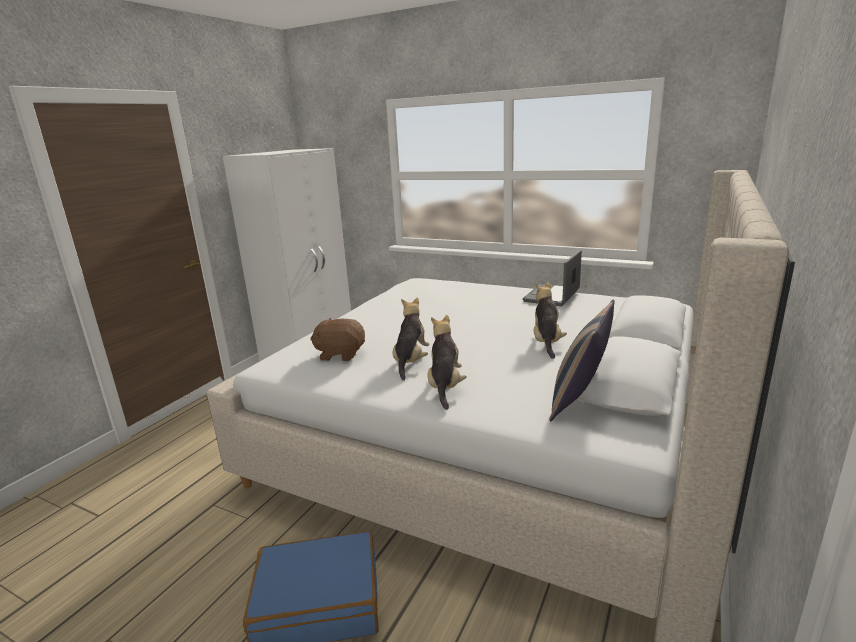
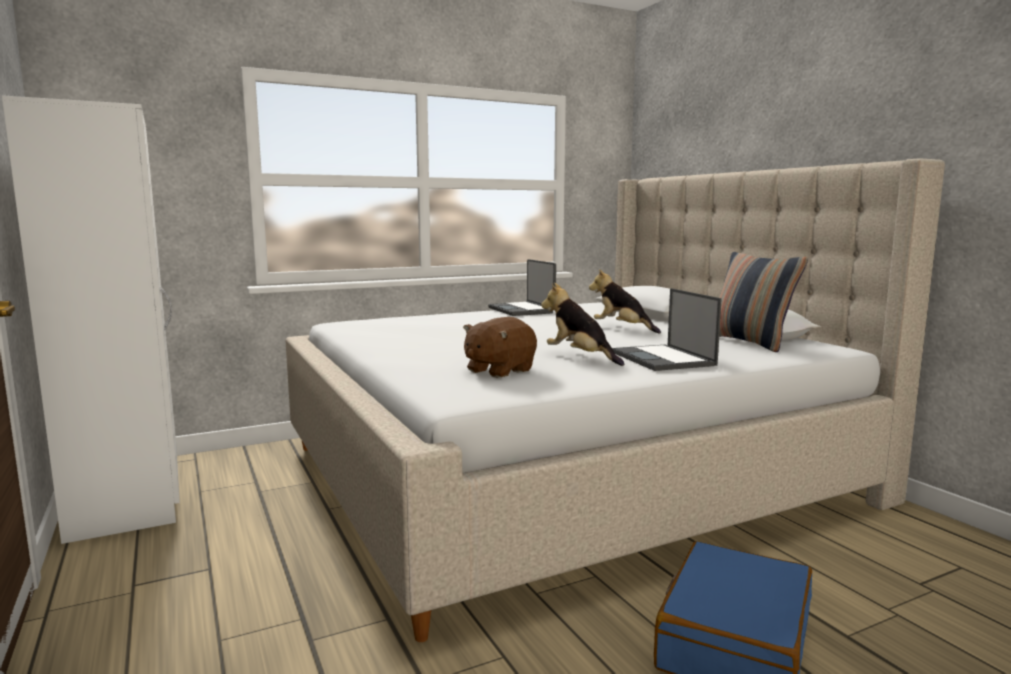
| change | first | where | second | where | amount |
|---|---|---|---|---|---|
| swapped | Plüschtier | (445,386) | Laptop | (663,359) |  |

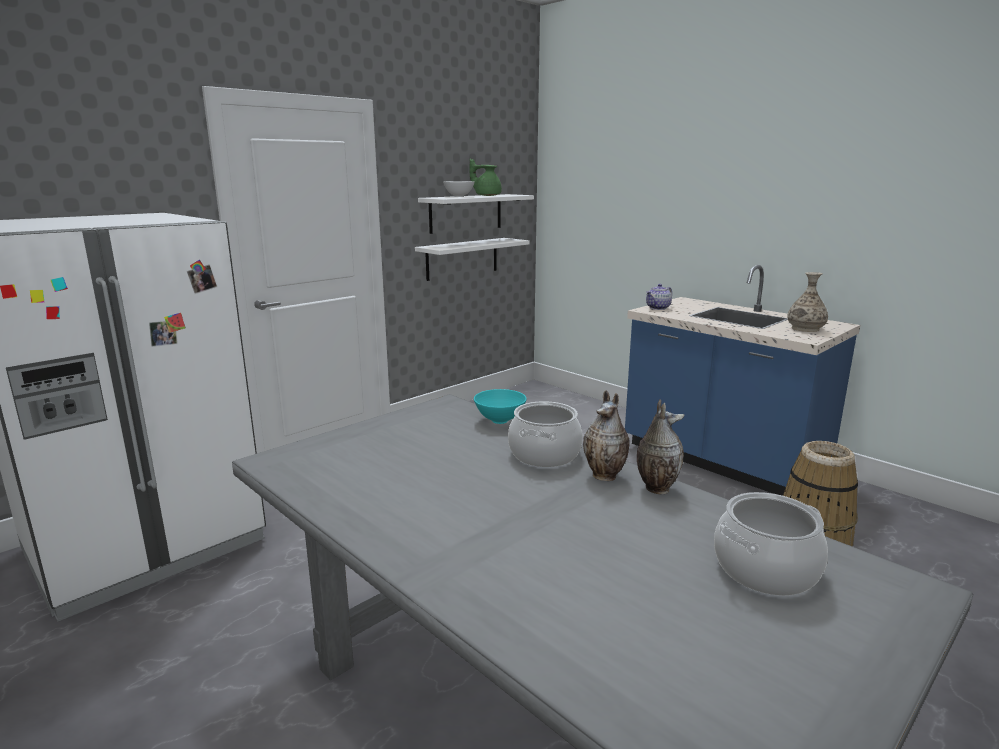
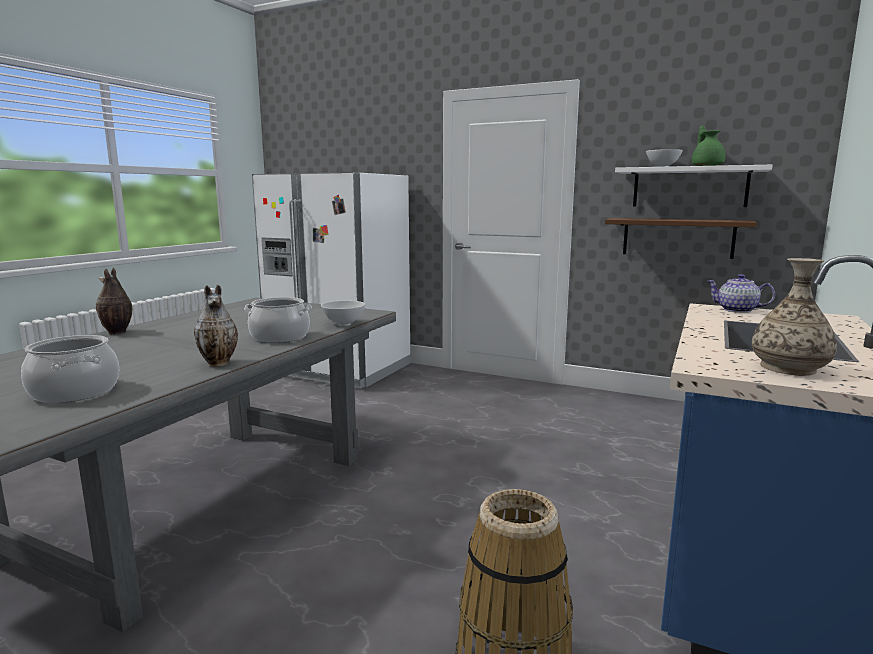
| change | first | where | second | where | amount |
|---|---|---|---|---|---|
| repainted | Wandregal/weiß | (462,258) | Wandregal/braun | (677,237) |  |
| repainted | Schüssel/türkis | (500,420) | Schüssel/weiß | (344,324) |  |
| shifted | Vase | (606,476) |  | (117,332) |  |

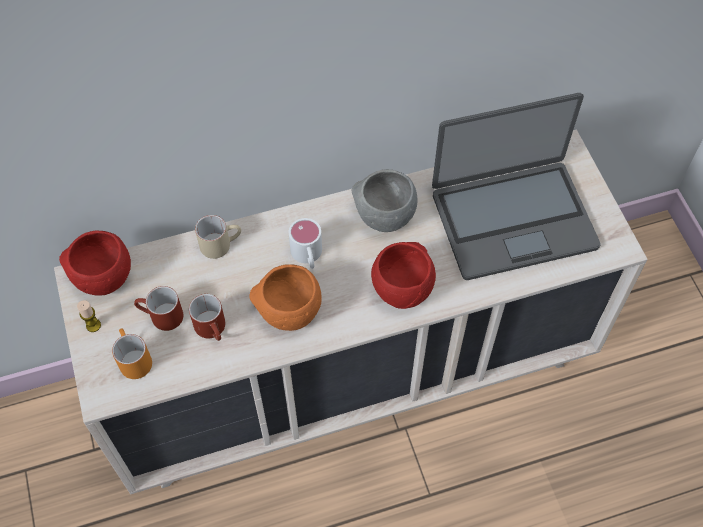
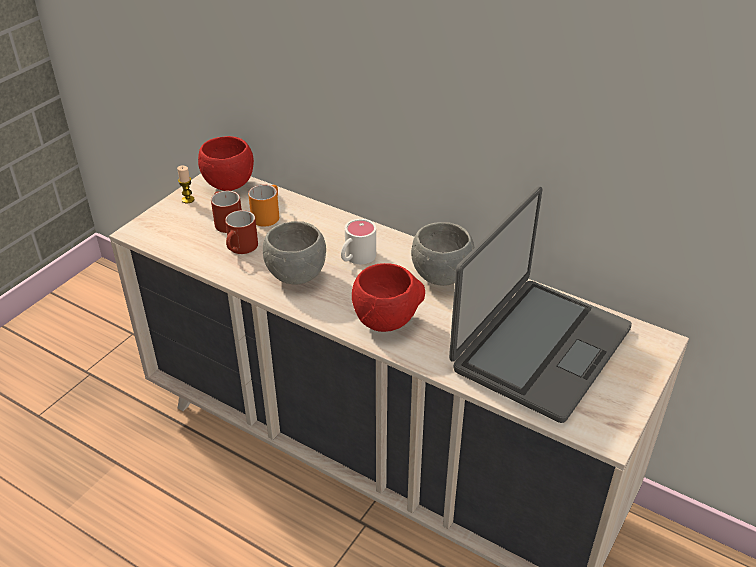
| change | first | where | second | where | amount |
|---|---|---|---|---|---|
| rotated | Laptop | (512,219) |  | (539,348) | 90 degrees counterclockwise |
| gone | Henkelbecher/beige | (221,243) |  |  |  |
| repainted | Schüssel/orange | (289,313) | Schüssel/grau | (296,276) |  |
| shifted | Henkelbecher/orange | (132,359) |  | (267,215) |  |

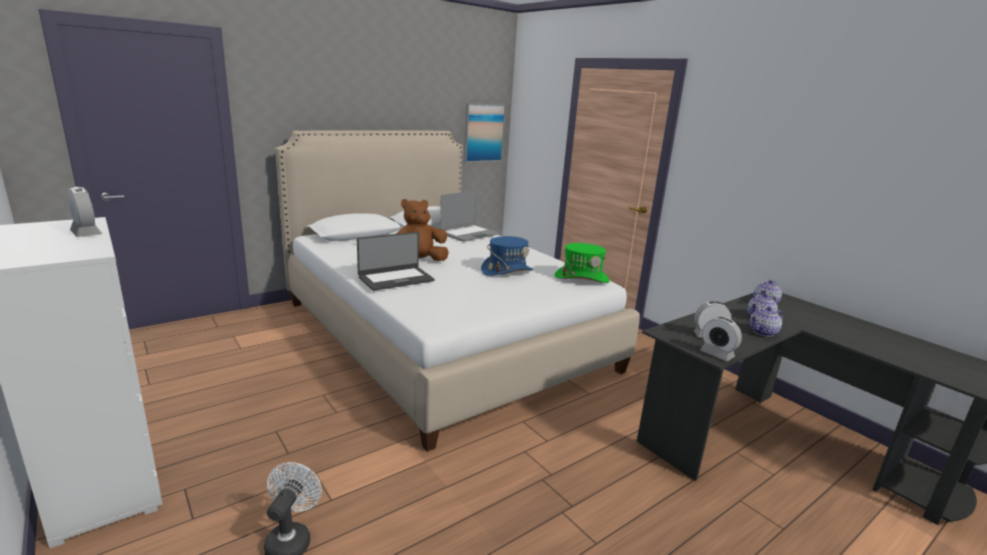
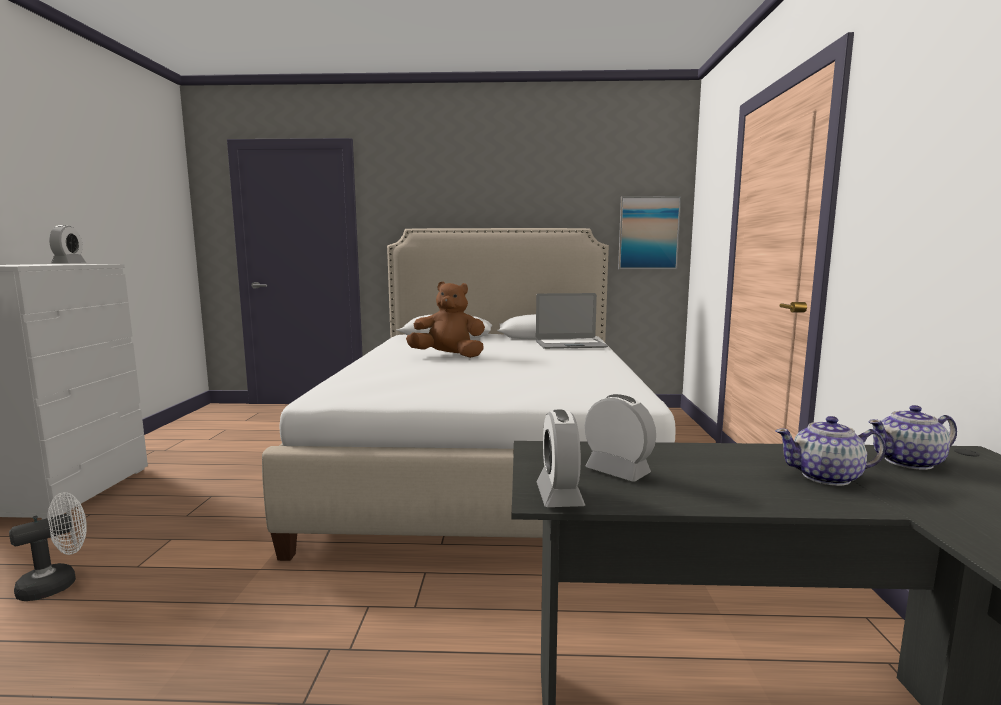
| change | first | where | second | where | amount |
|---|---|---|---|---|---|
| gone | Laptop | (395,279) |  |  |  |
| gone | Hut/blau | (507,271) |  |  |  |
| gone | Hut/grün | (581,278) |  |  |  |
| gone | Teekanne | (763,332) |  |  |  |

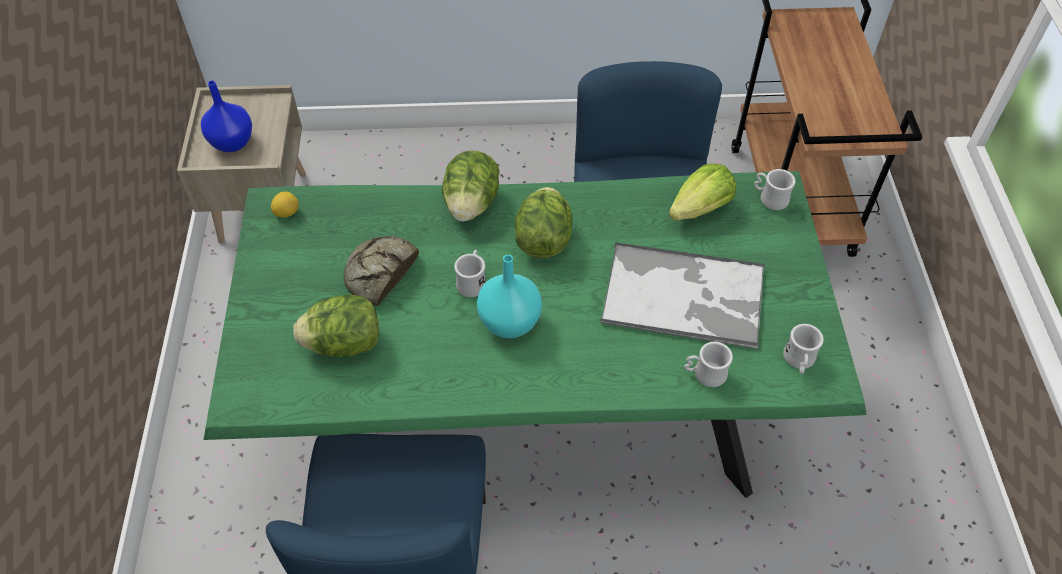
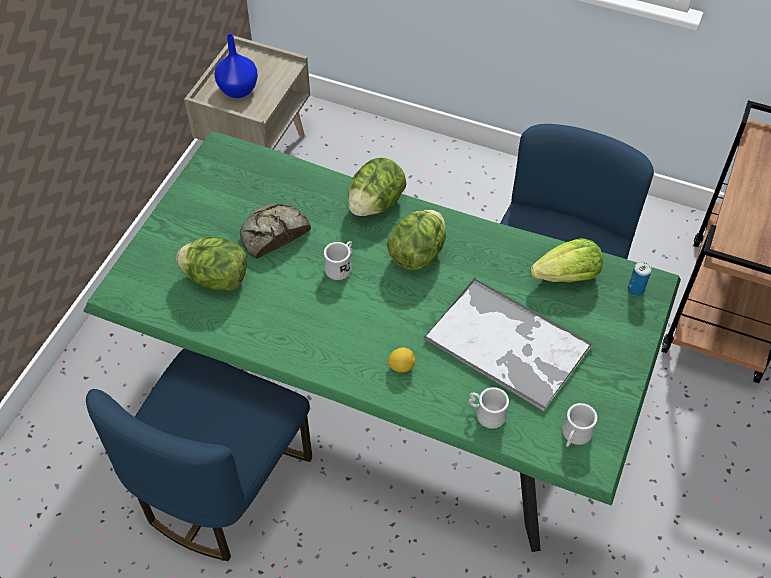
| change | first | where | second | where | amount |
|---|---|---|---|---|---|
| swapped | Henkelbecher/weiß | (769,198) | Dose | (635,290) |  |
| shifted | Zitrone | (287,213) |  | (401,366) |  |
| gone | Vase/türkis | (509,323) |  |  |  |

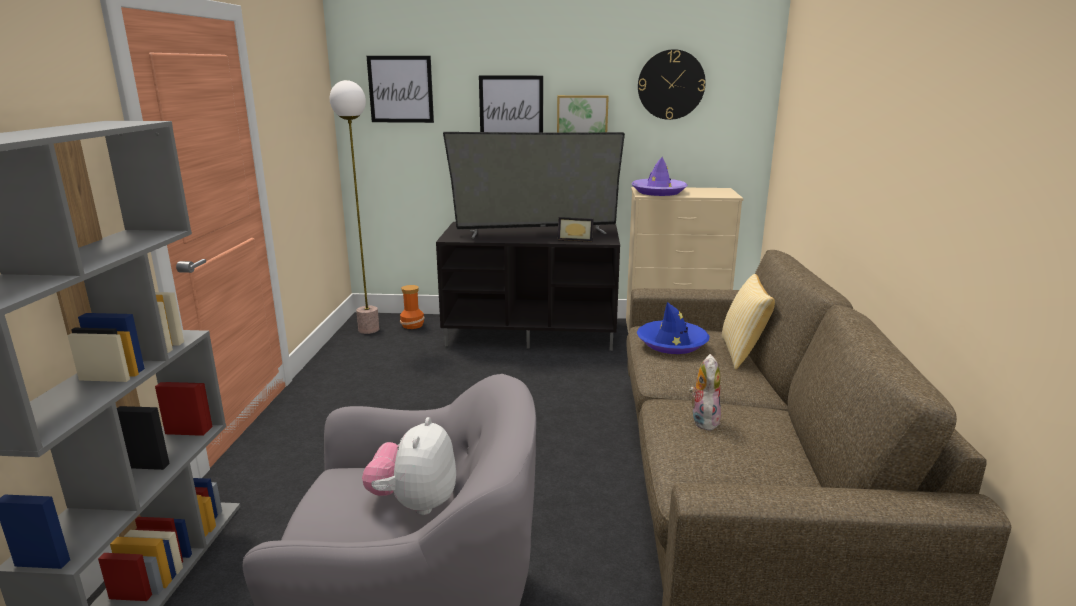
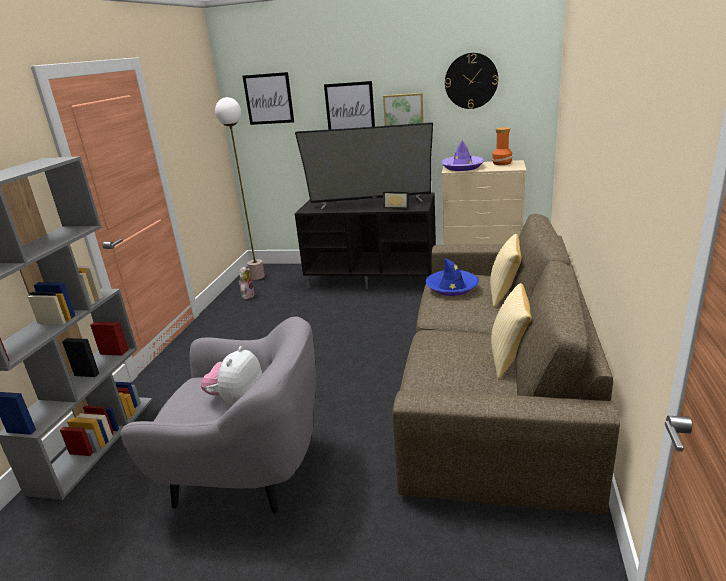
| change | first | where | second | where | amount |
|---|---|---|---|---|---|
| shifted | Vase | (413,325) |  | (502,163) |  |
| shifted | Plüschtier | (703,420) |  | (247,295) |  |
| new |  |  | Kissen | (509,359) |  |

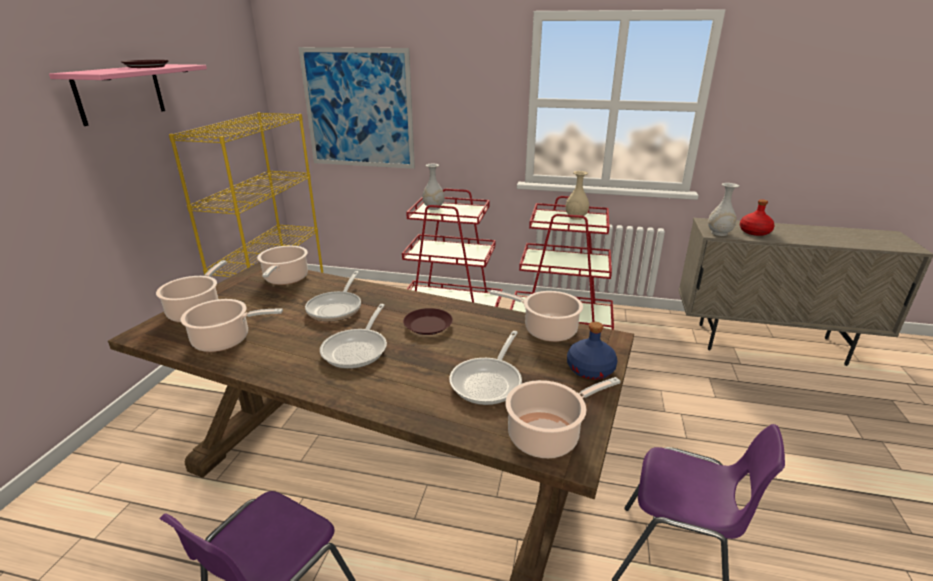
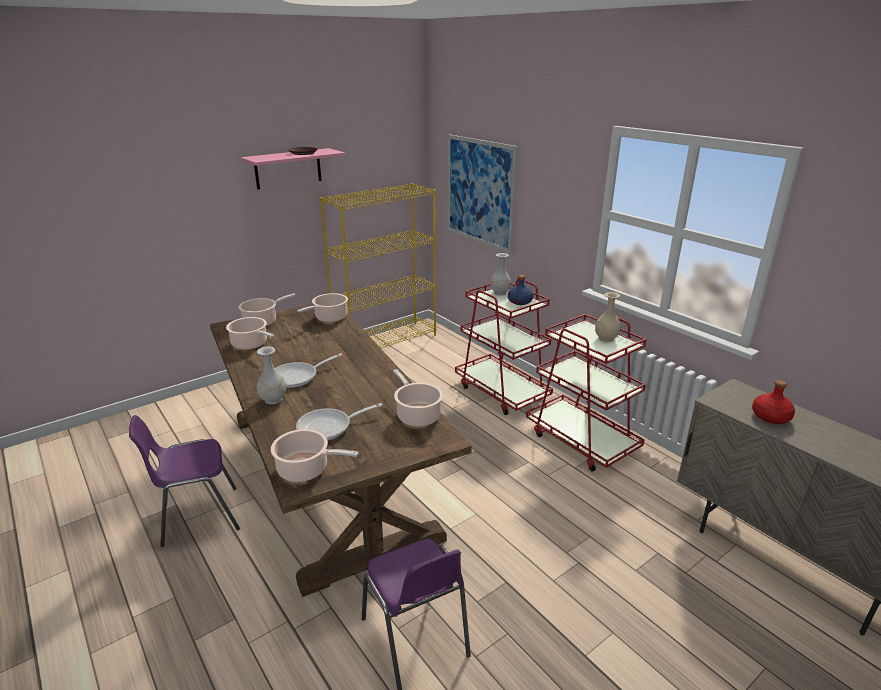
| change | first | where | second | where | amount |
|---|---|---|---|---|---|
| shifted | Vase/weiß | (719,233) |  | (273,400) |  |
| gone | Pfanne | (337,308) |  |  |  |
| gone | Teller/braun | (428,325) |  |  |  |
| shifted | Flasche/blau | (590,370) |  | (519,302) |  |

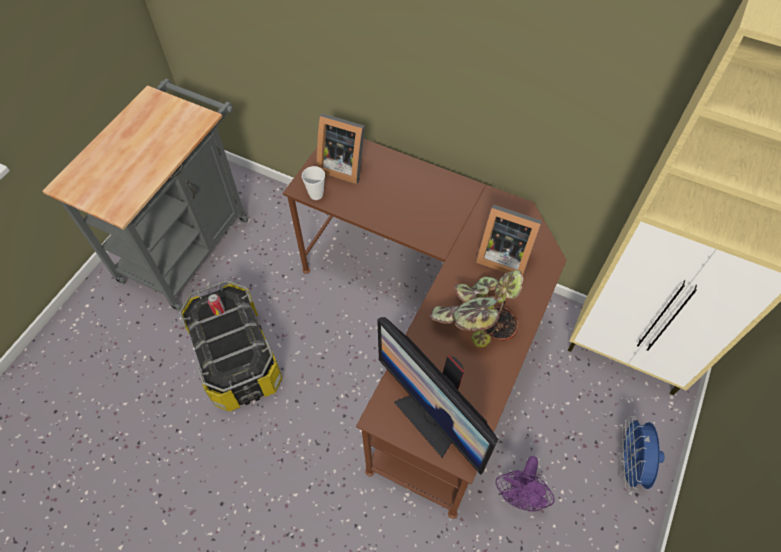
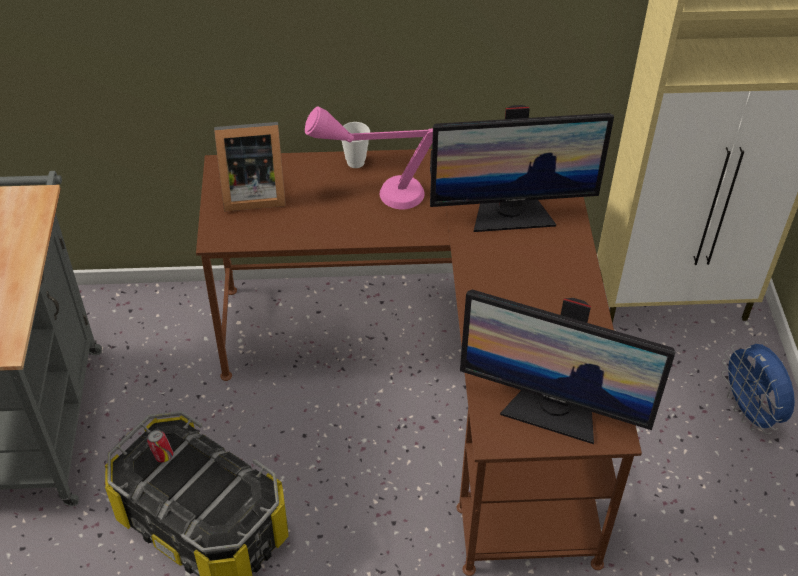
| change | first | where | second | where | amount |
|---|---|---|---|---|---|
| shifted | Tasse | (316,194) |  | (355,162) |  |
| swapped | Bilderrahmen | (502,255) | Monitor | (511,214) |  |
| gone | Topfpflanze | (474,320) |  |  |  |
| gone | Ventilator/lila | (519,495) |  |  |  |
| new |  |  | Tischlampe/rosa | (378,194) |  |

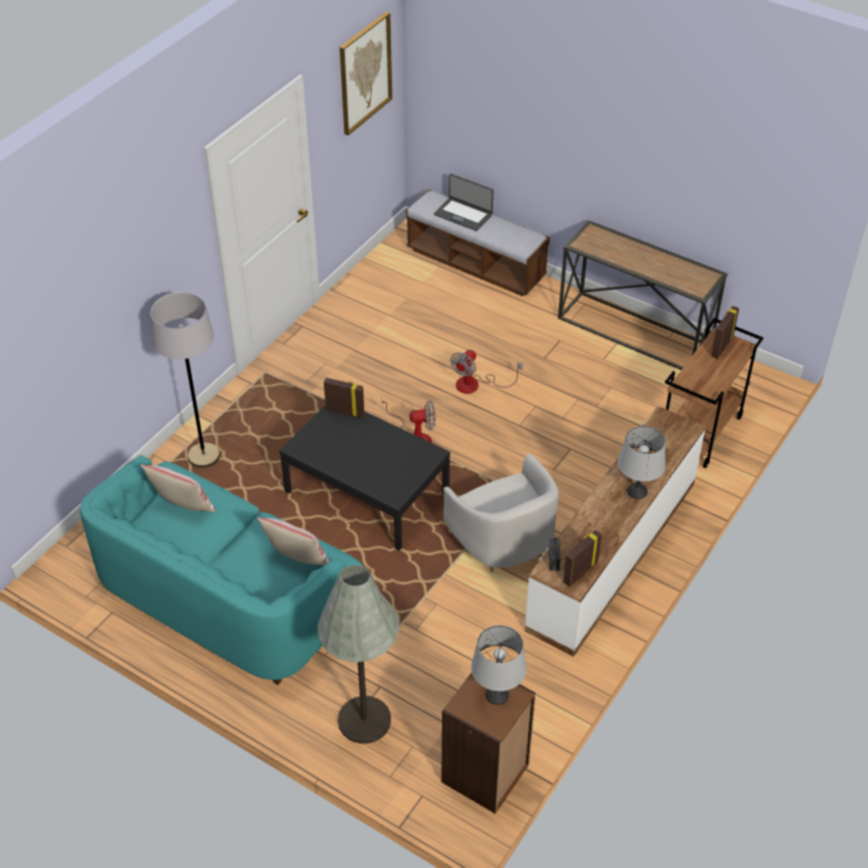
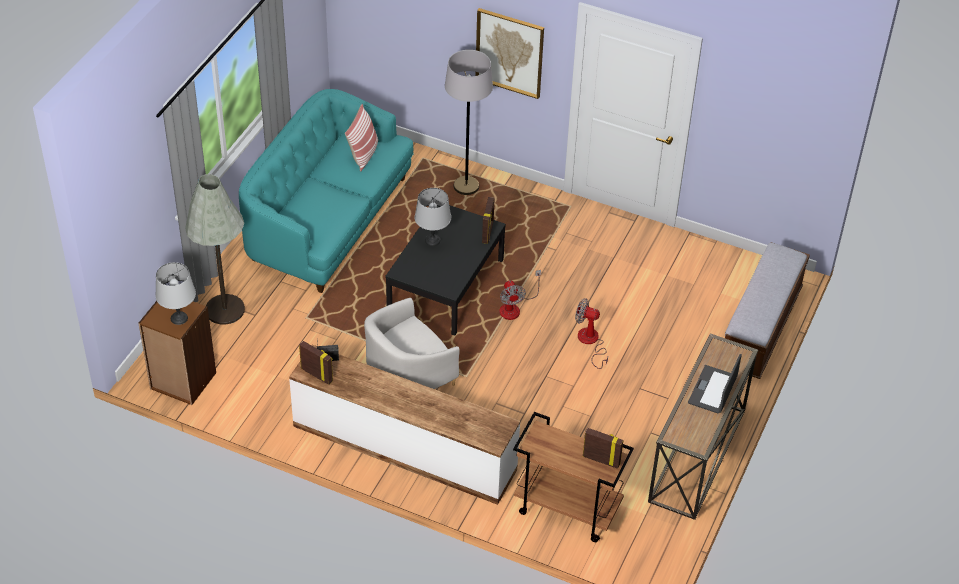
| change | first | where | second | where | amount |
|---|---|---|---|---|---|
| shifted | Bild | (365,73) |  | (509,52) |  |
| shifted | Laptop | (463,214) |  | (713,390) |  |
| shifted | Tischlampe/grau | (636,491) |  | (432,240) |  |
| gone | Kissen | (297,559) |  |  |  |

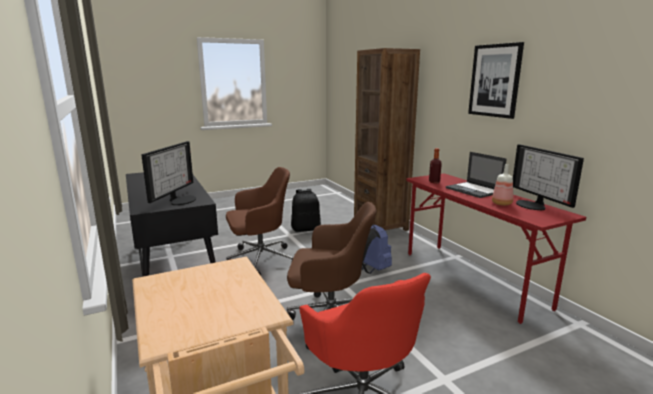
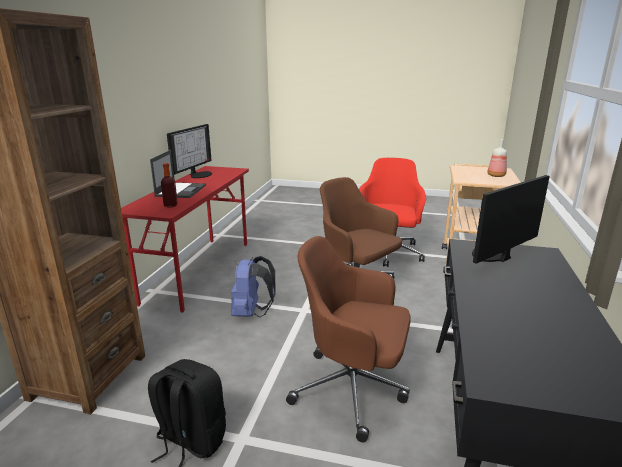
| change | first | where | second | where | amount |
|---|---|---|---|---|---|
| gone | Bild | (495,80) |  |  |  |
| shifted | Flasche | (502,204) |  | (495,175) |  |

